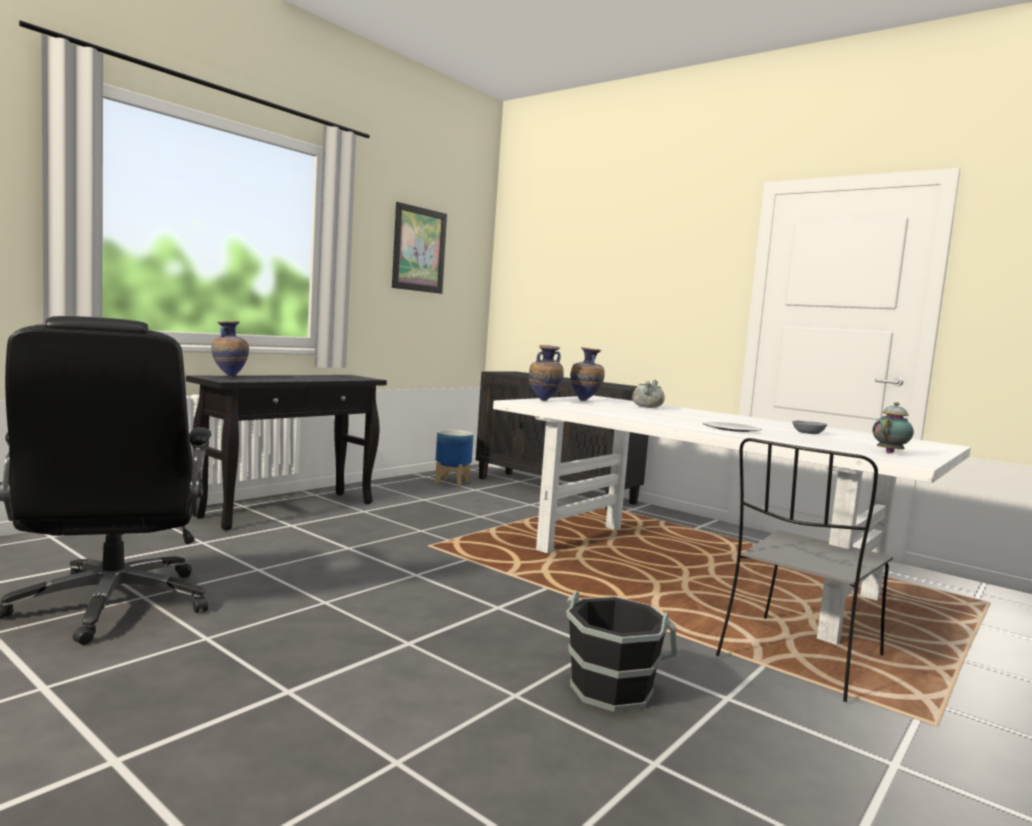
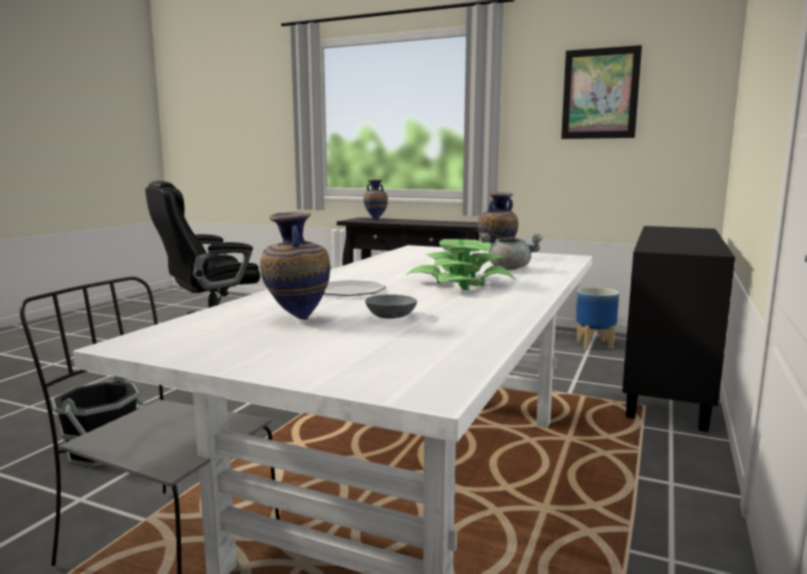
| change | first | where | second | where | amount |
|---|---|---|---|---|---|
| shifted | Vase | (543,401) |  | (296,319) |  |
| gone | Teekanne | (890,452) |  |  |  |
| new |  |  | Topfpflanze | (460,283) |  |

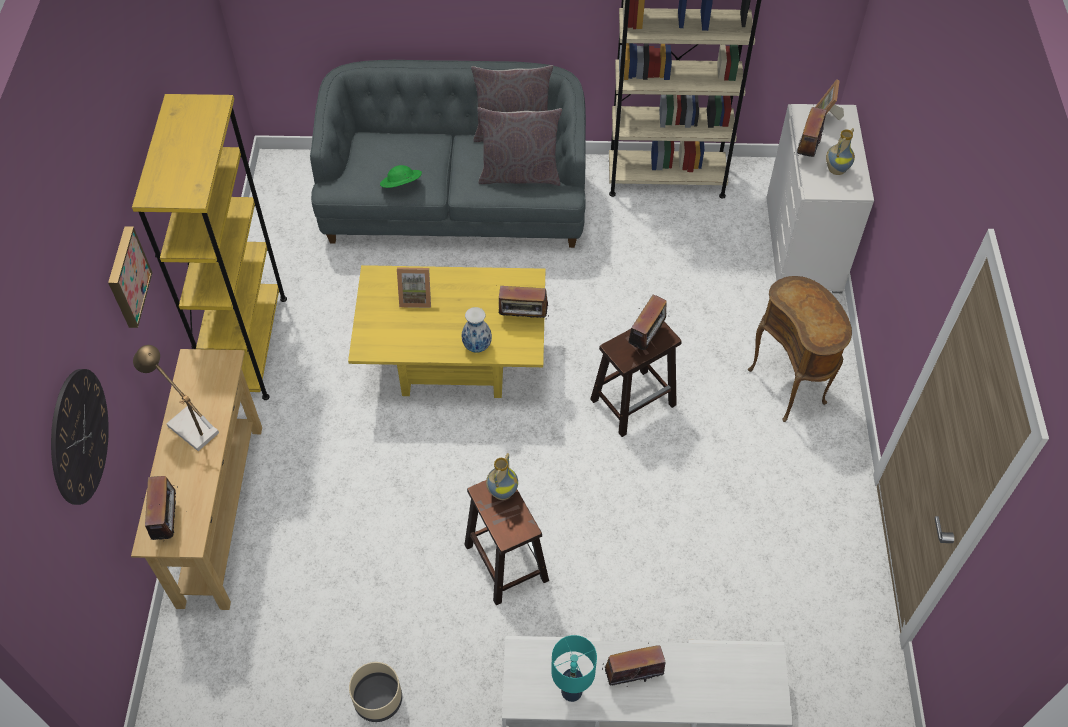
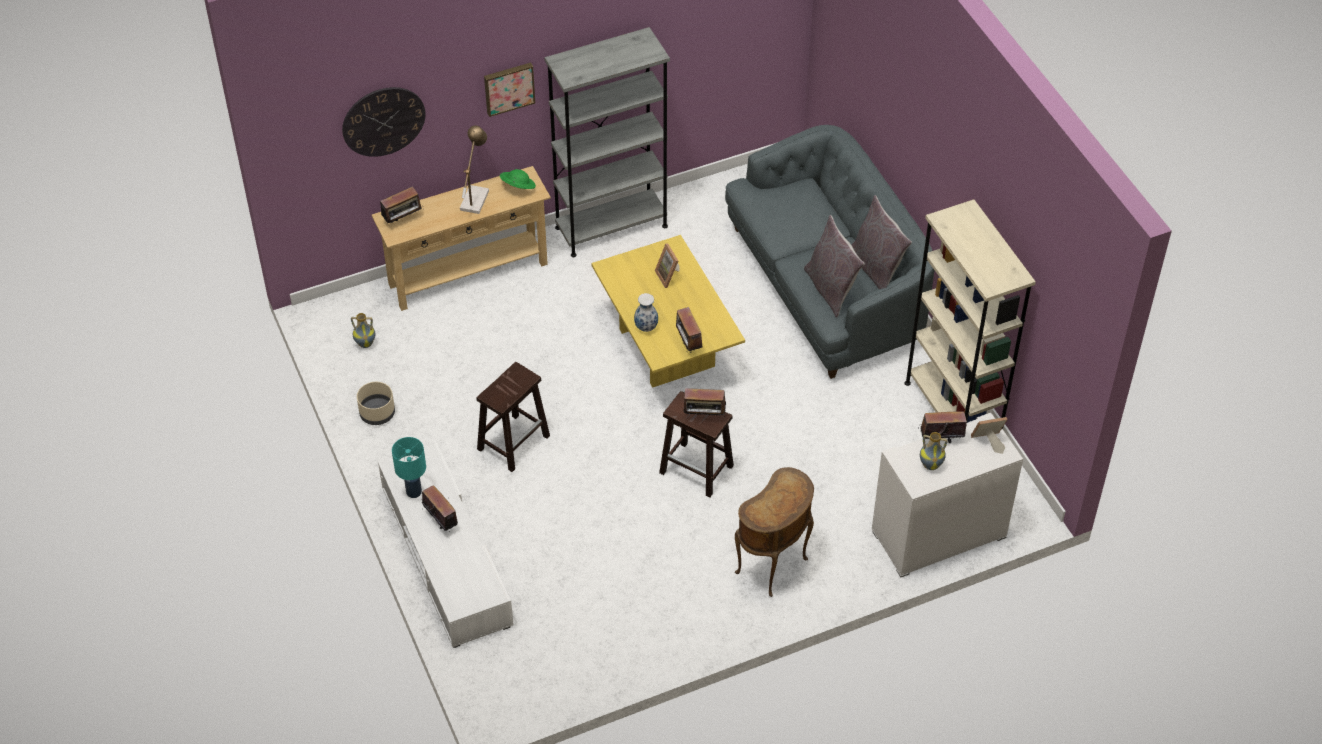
| change | first | where | second | where | amount |
|---|---|---|---|---|---|
| repainted | Bücherregal/gelb | (250,346) | Bücherregal/grau | (611,227) |  |
| shifted | Hut/grün | (401,186) |  | (517,187) |  |
| shifted | Vase | (501,492) |  | (365,343) |  |

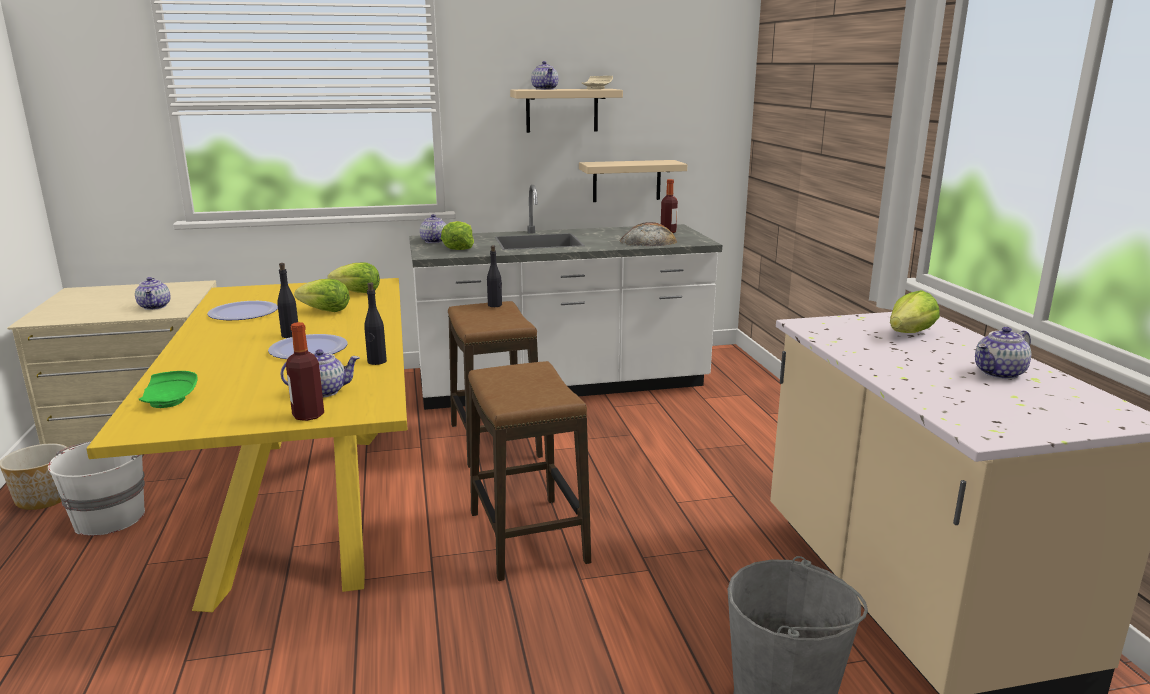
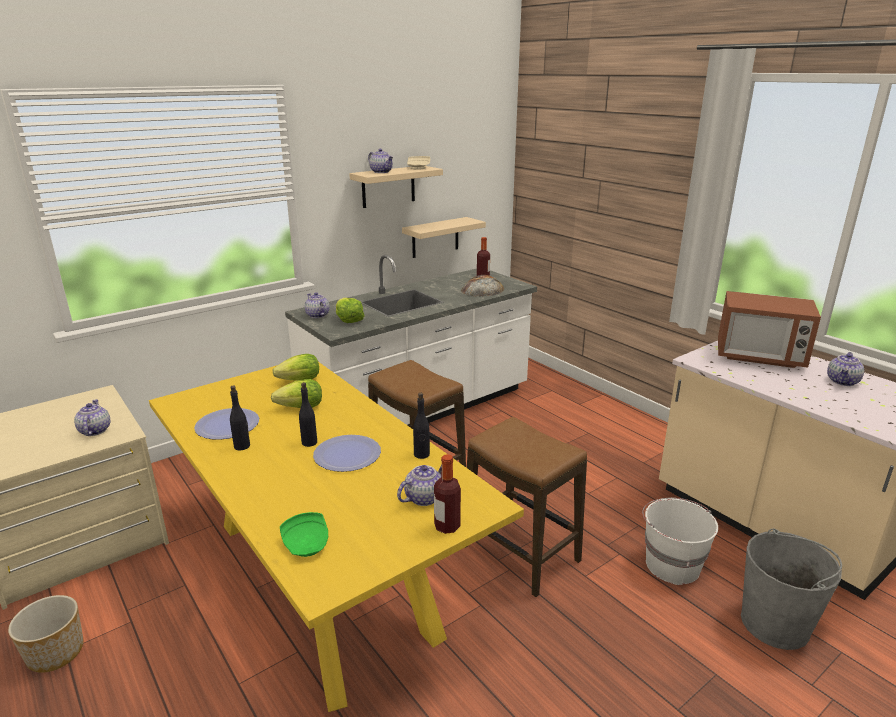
| change | first | where | second | where | amount |
|---|---|---|---|---|---|
| shifted | Flasche/schwarz | (495,305) |  | (242,446) |  |
| rotated | Teekanne | (155,306) |  | (94,430) | 150 degrees counterclockwise |
| swapped | Salatkopf | (910,334) | Mikrowelle | (759,356) |  |
| shifted | Eimer/weiß | (110,517) |  | (671,564) |  |

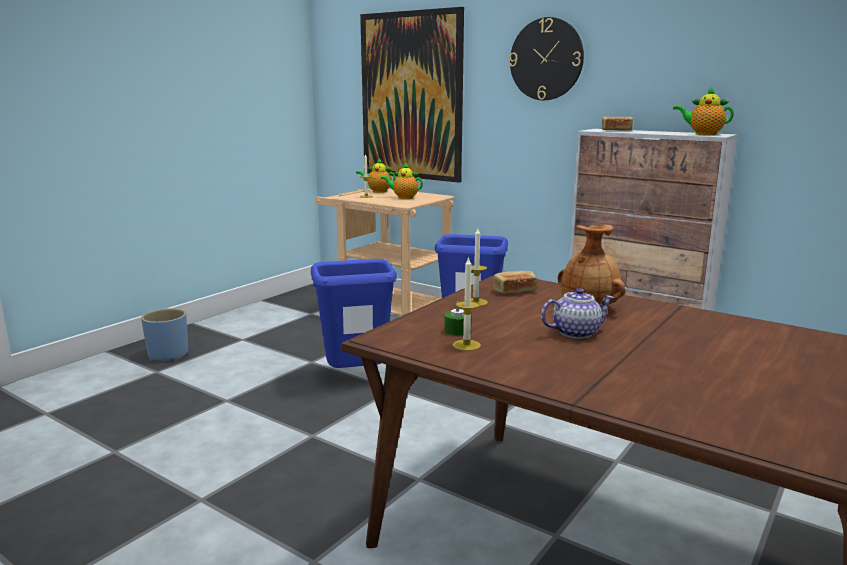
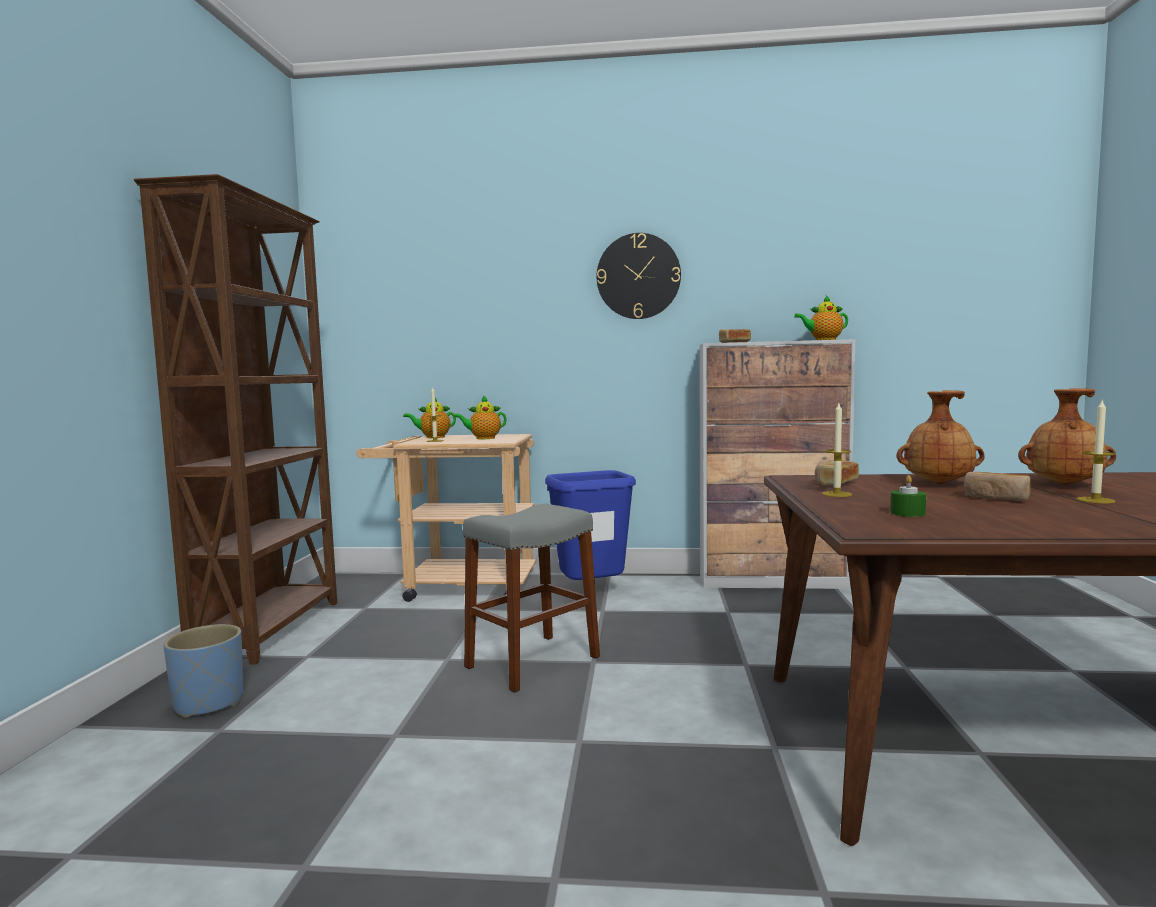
| change | first | where | second | where | amount |
|---|---|---|---|---|---|
| gone | Bild | (411,96) |  |  |  |
| shifted | Kerze | (466,345) |  | (1095,500) |  |
| swapped | Mülleimer/blau | (357,378) | Hocker/grau | (533,662) |  |
| swapped | Teekanne | (576,332) | Brot | (996,498) |  |
| new |  |  | Bücherregal/braun | (271,629) |  |
| new |  |  | Vase/braun | (1063,485) |  |

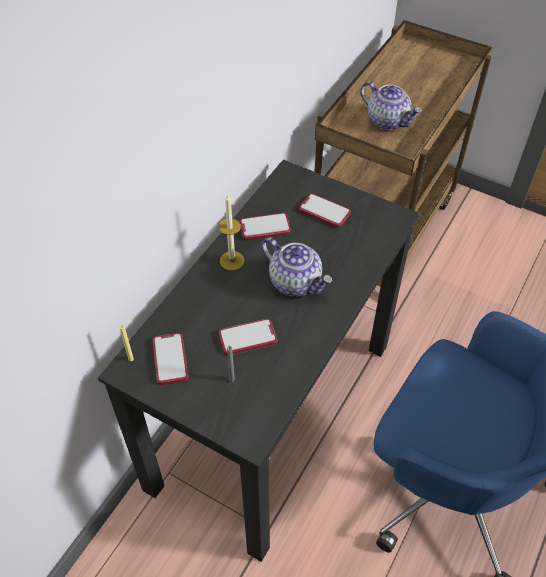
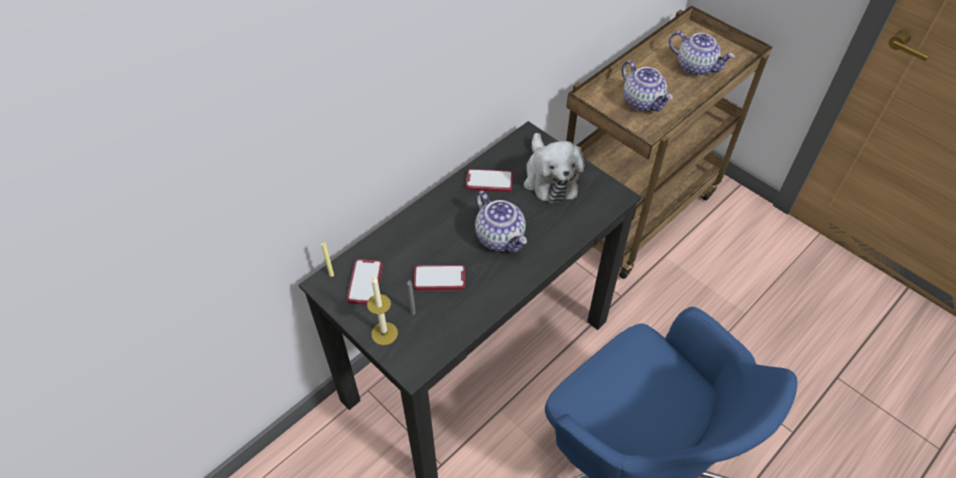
| change | first | where | second | where | amount |
|---|---|---|---|---|---|
| shifted | Kerze | (232,260) |  | (384,333) |  |
| swapped | Handy | (324,212) | Plüschtier | (550,178) |  |
| new |  |  | Teekanne | (696,67) |  |

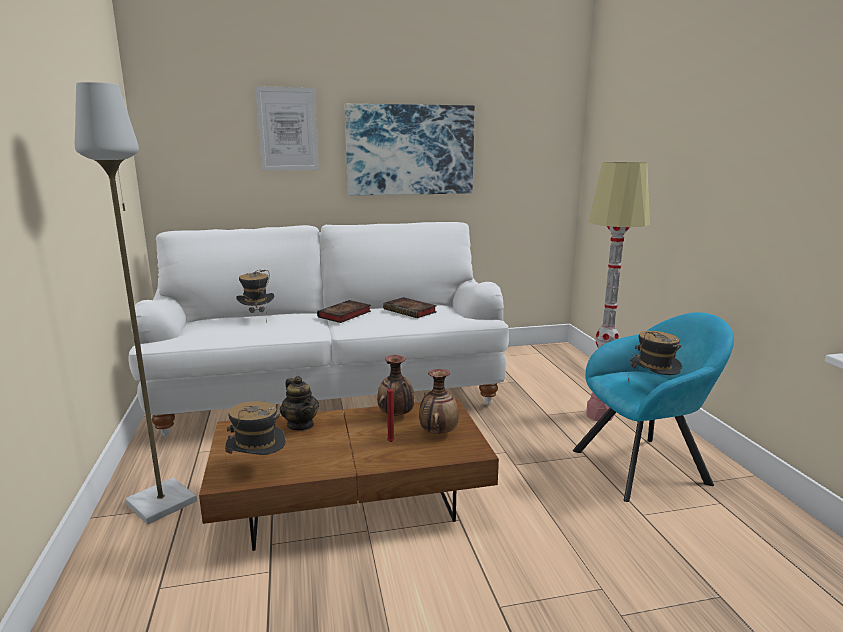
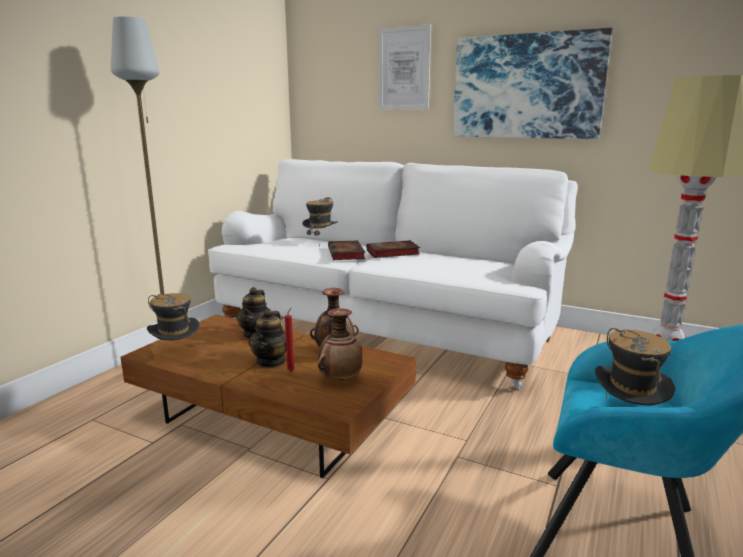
| change | first | where | second | where | amount |
|---|---|---|---|---|---|
| shifted | Buch | (411,311) |  | (346,254) |  |
| new |  |  | Teekanne | (271,361) |  |

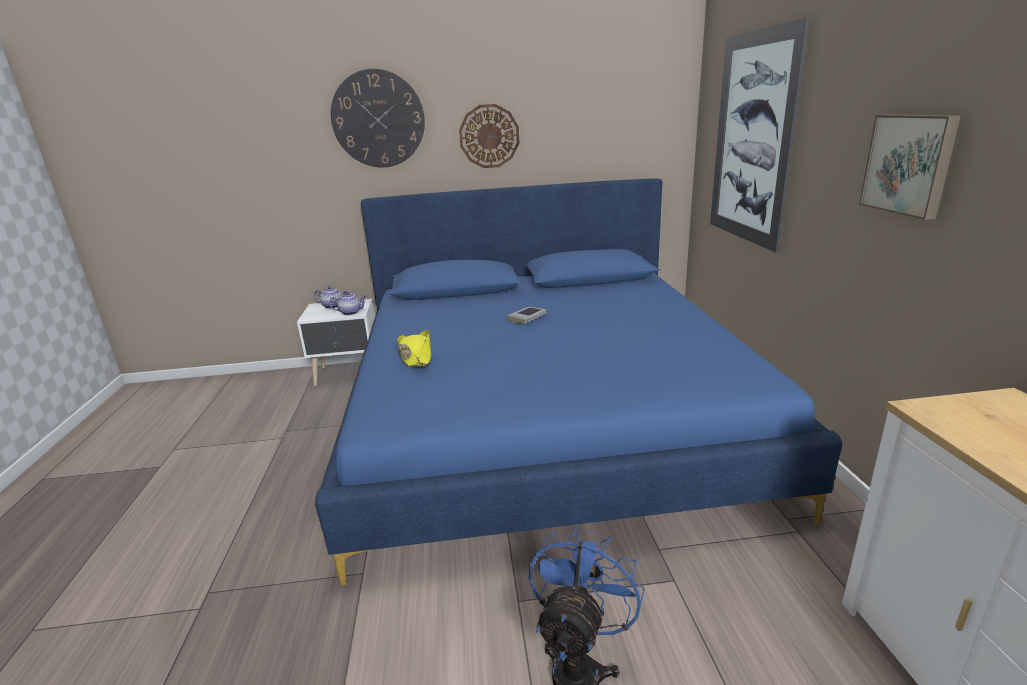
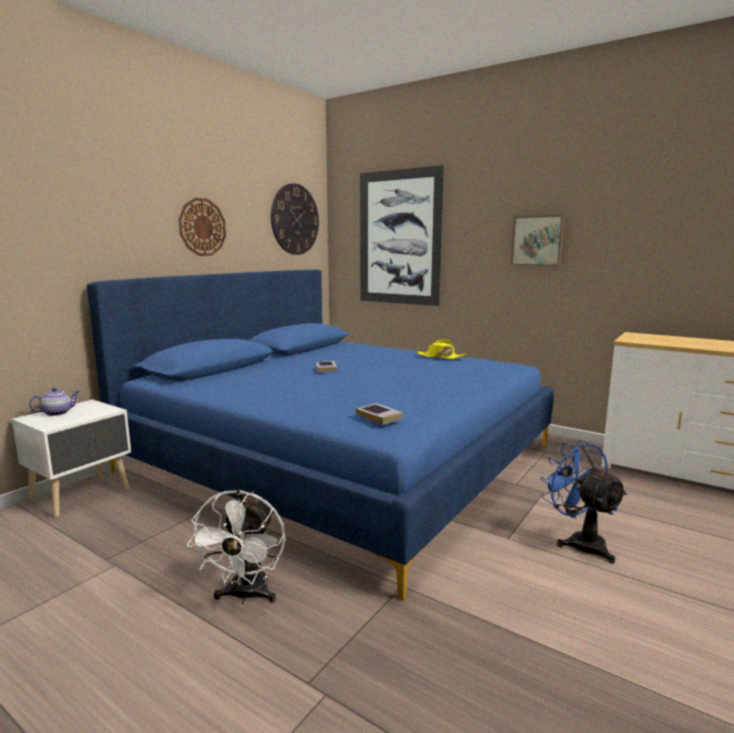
| change | first | where | second | where | amount |
|---|---|---|---|---|---|
| shifted | Wanduhr | (378,119) |  | (295,219) |  |
| gone | Teekanne | (351,312) |  |  |  |
| shifted | Hut/gelb | (416,357) |  | (440,357) |  |
| new |  |  | Buch | (379,417) |  |
| new |  |  | Ventilator/weiß | (246,596) |  |

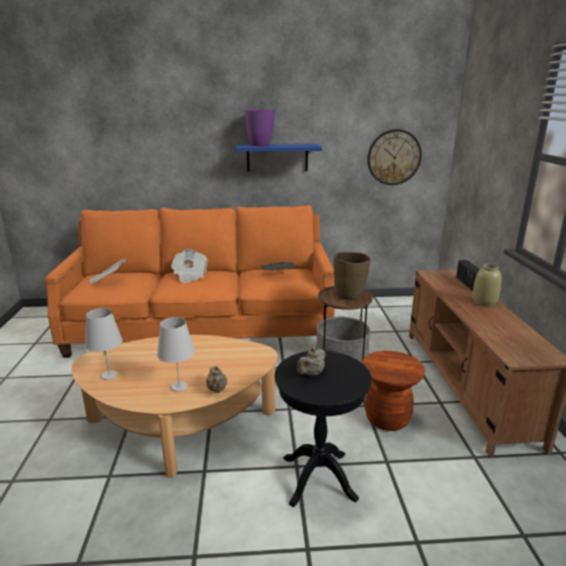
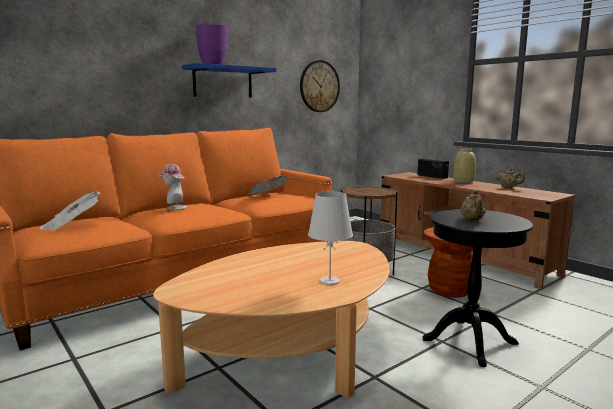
| change | first | where | second | where | amount |
|---|---|---|---|---|---|
| swapped | Zeitung | (190,275) | Hut | (174,208) |  |
| gone | Vase/braun | (349,295) |  |  |  |
| gone | Tischlampe/weiß | (109,375) |  |  |  |
| shifted | Teekanne/beige | (217,390) |  | (508,187) |  |

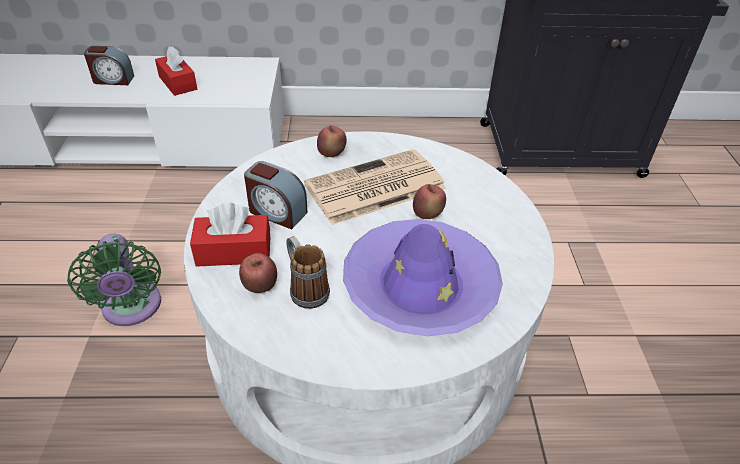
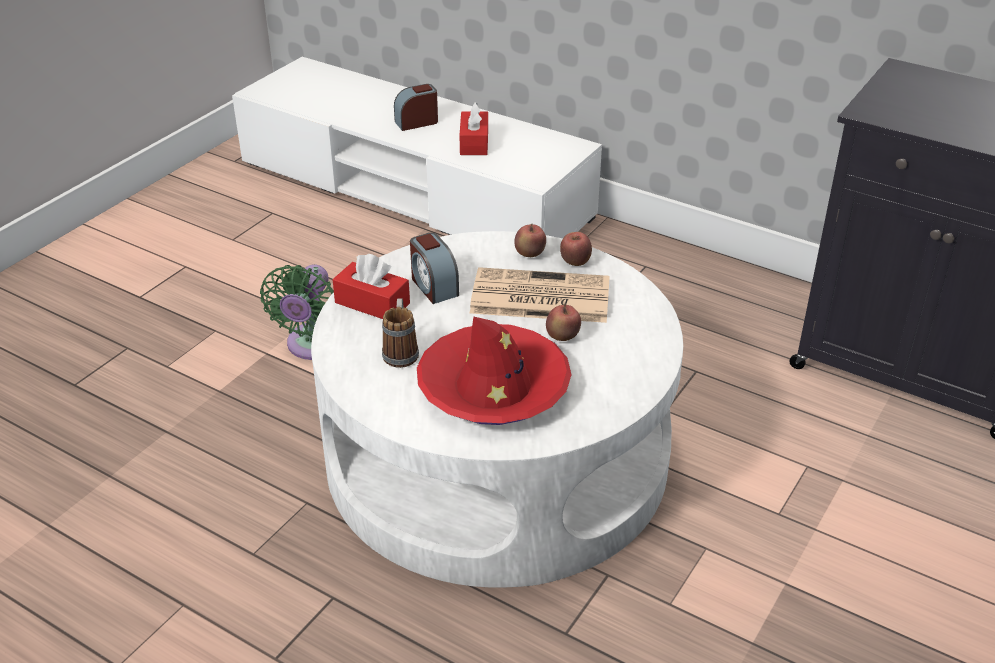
| change | first | where | second | where | amount |
|---|---|---|---|---|---|
| rotated | Wecker | (113,80) |  | (417,122) | 120 degrees clockwise |
| repainted | Hut/lila | (420,287) | Hut/rot | (493,387) |  |
| shifted | Apfel | (260,287) |  | (575,263) |  |

